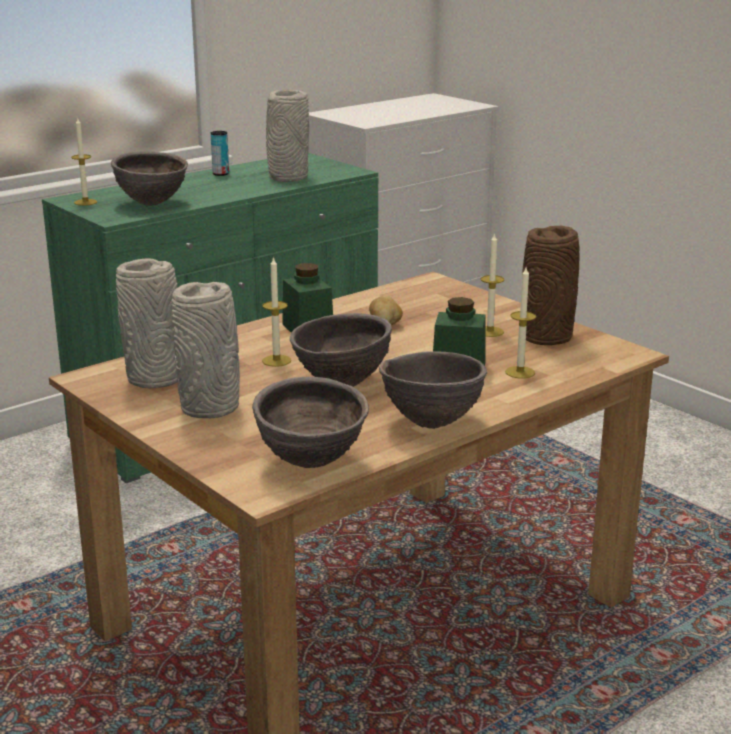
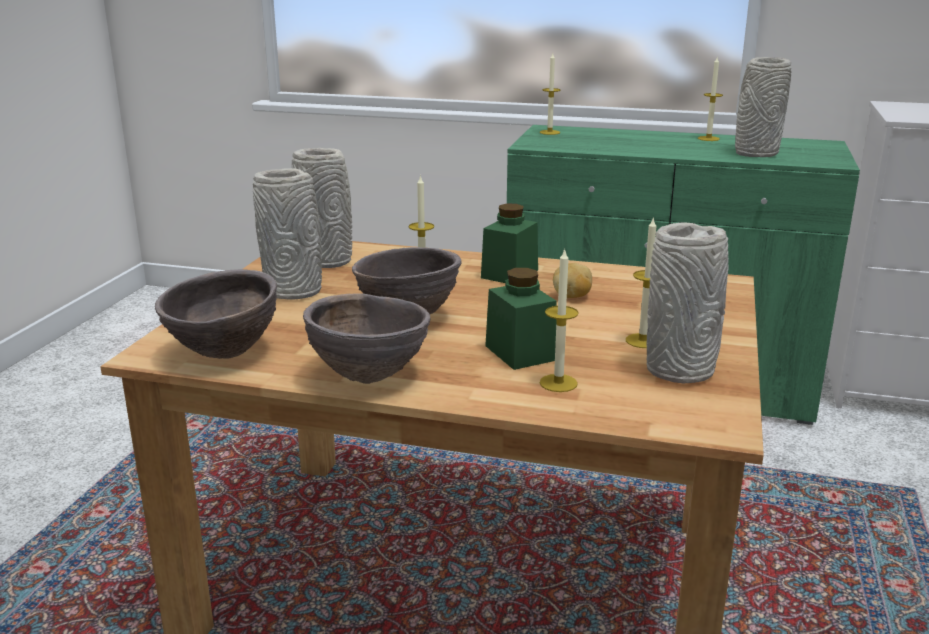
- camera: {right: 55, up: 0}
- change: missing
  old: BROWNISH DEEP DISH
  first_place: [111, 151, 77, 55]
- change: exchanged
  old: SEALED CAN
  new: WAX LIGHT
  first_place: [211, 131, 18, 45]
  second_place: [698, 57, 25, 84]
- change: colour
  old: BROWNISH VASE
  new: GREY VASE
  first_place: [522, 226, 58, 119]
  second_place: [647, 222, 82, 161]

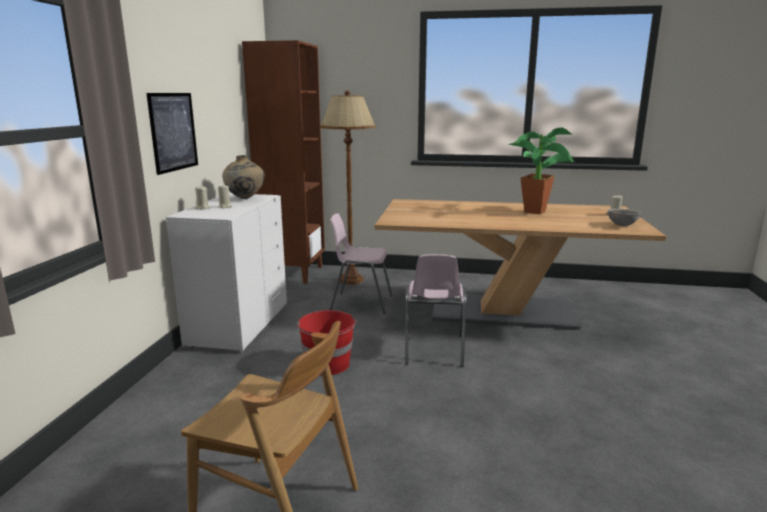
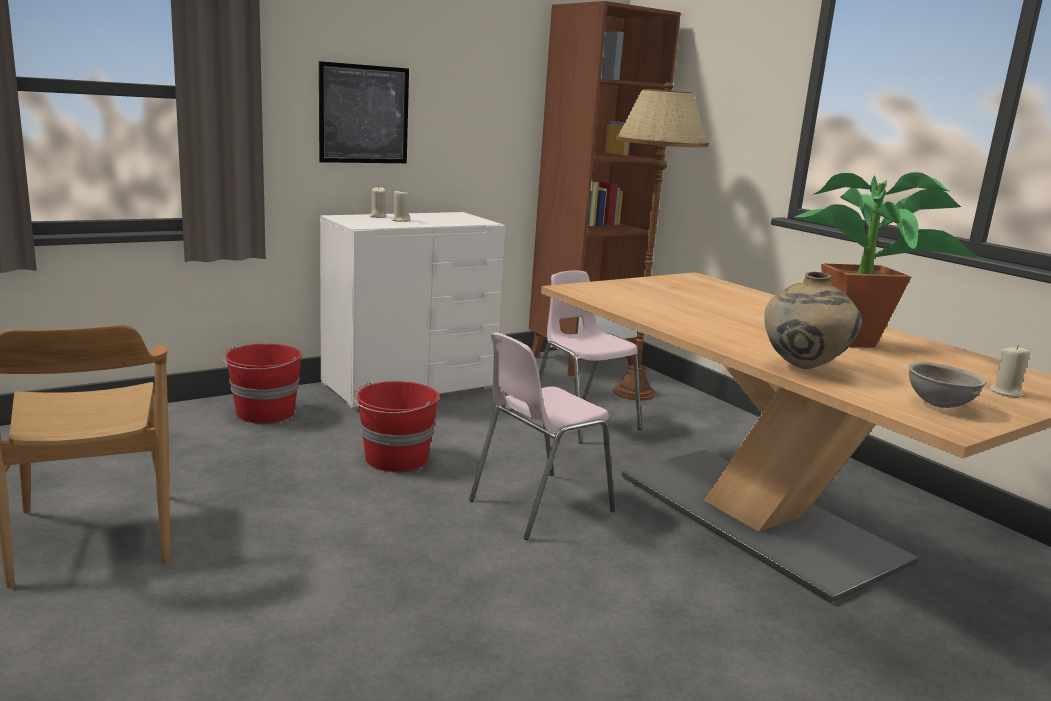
- camera: {right: 45, up: 0}
- change: appeared
  new: RED BUCKET
  second_place: [222, 344, 80, 80]
- change: relocated
  old: BEIGE VASE
  first_place: [222, 155, 43, 44]
  second_place: [764, 272, 98, 97]

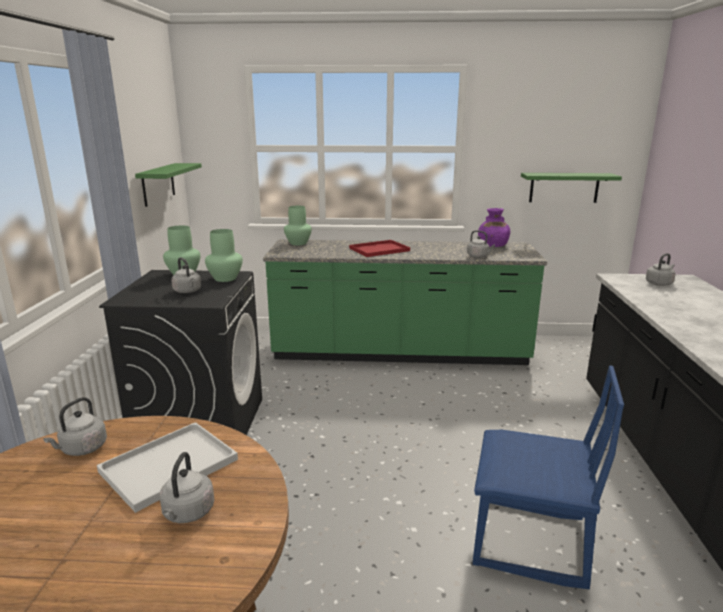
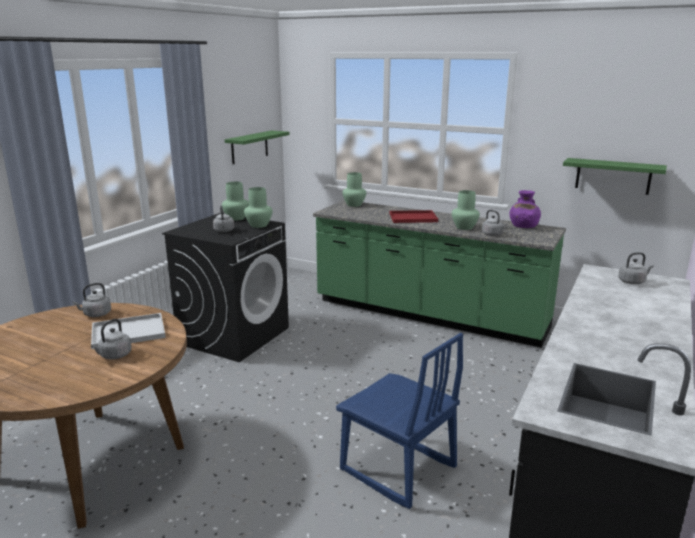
- camera: {right: 25, up: 0}
- change: appeared
  new: GREEN-COLOURED VASE
  second_place: [452, 190, 28, 40]

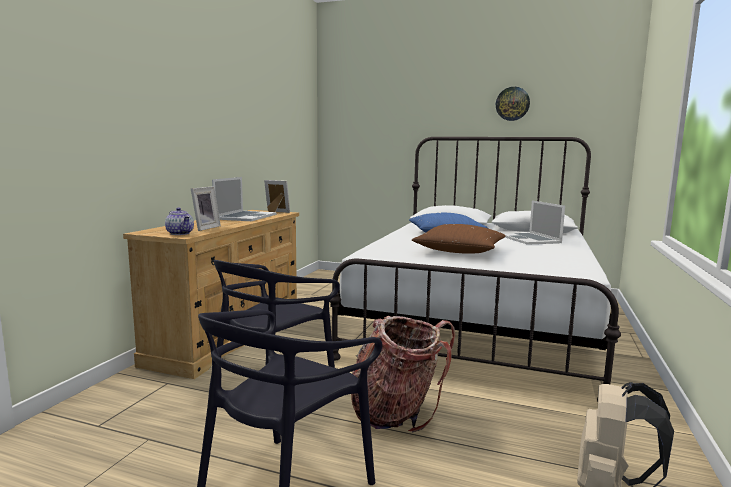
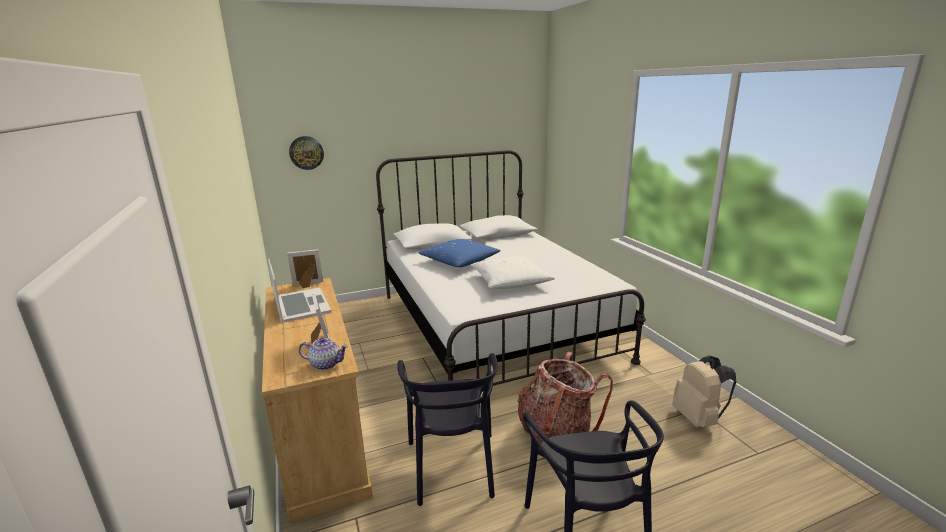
- camera: {right: -40, up: 10}
- change: missing
  old: LAPTOP
  first_place: [502, 200, 63, 45]
- change: relocated
  old: CLOCK ON THE WALL
  first_place: [496, 87, 34, 34]
  second_place: [289, 136, 35, 34]
- change: colour
  old: BROWNISH PILLOW
  new: WHITISH PILLOW
  first_place: [412, 224, 94, 30]
  second_place: [471, 256, 84, 33]

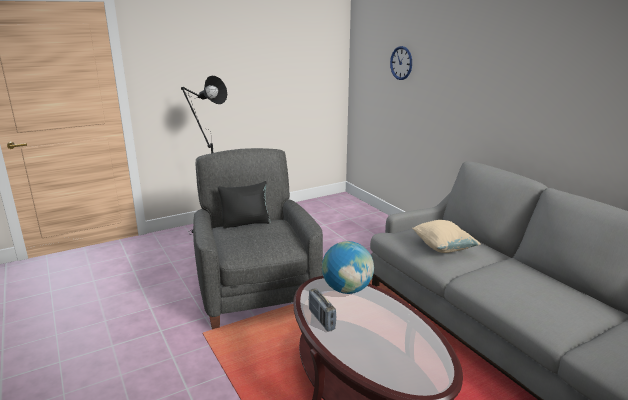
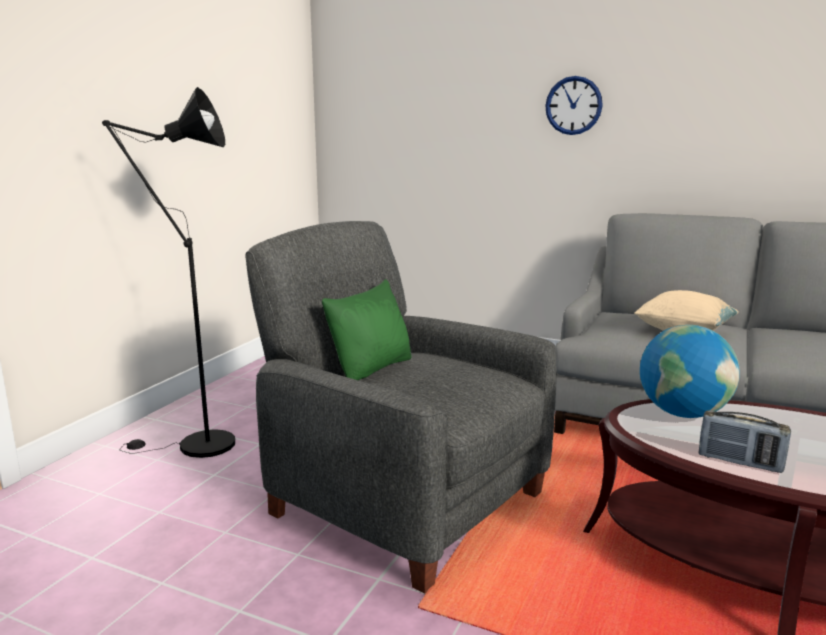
- camera: {right: -35, up: -5}
- change: relocated
  old: CLOCK ON THE WALL
  first_place: [390, 46, 22, 34]
  second_place: [545, 76, 58, 59]
- change: colour
  old: BLACK PILLOW
  new: GREEN-COLOURED PILLOW
  first_place: [218, 181, 53, 48]
  second_place: [322, 279, 90, 101]

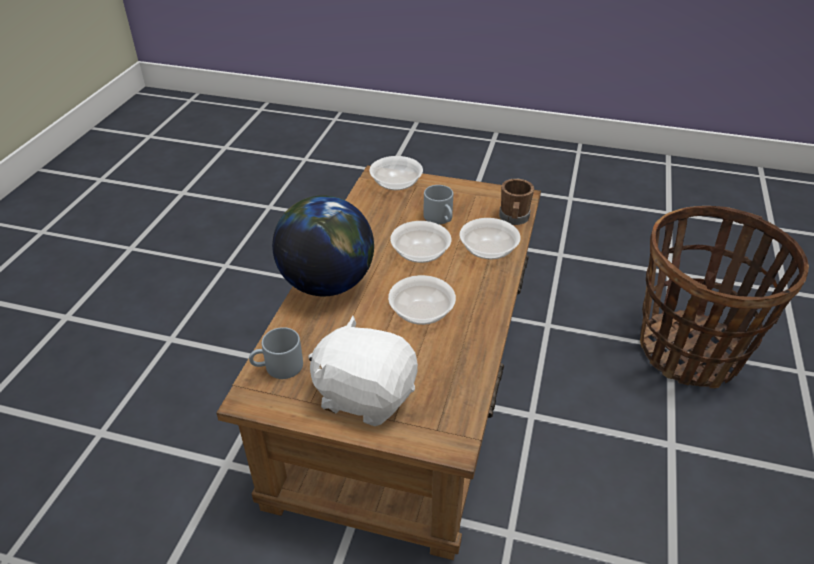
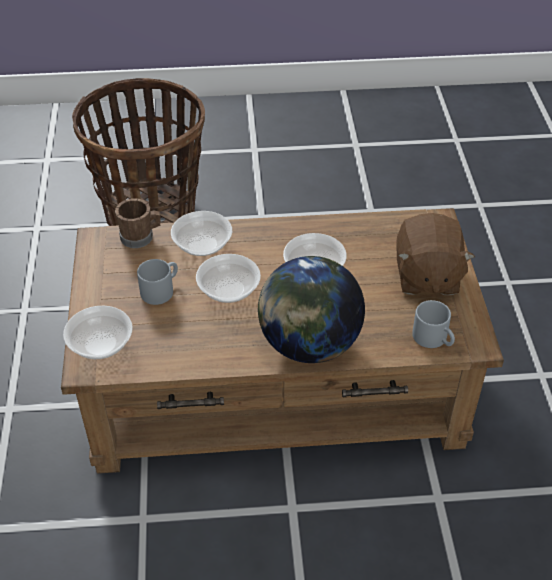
- camera: {right: -110, up: 5}
- change: colour
  old: WHITISH CUDDLY TOY
  new: BROWNISH CUDDLY TOY
  first_place: [308, 316, 110, 110]
  second_place: [396, 213, 79, 82]

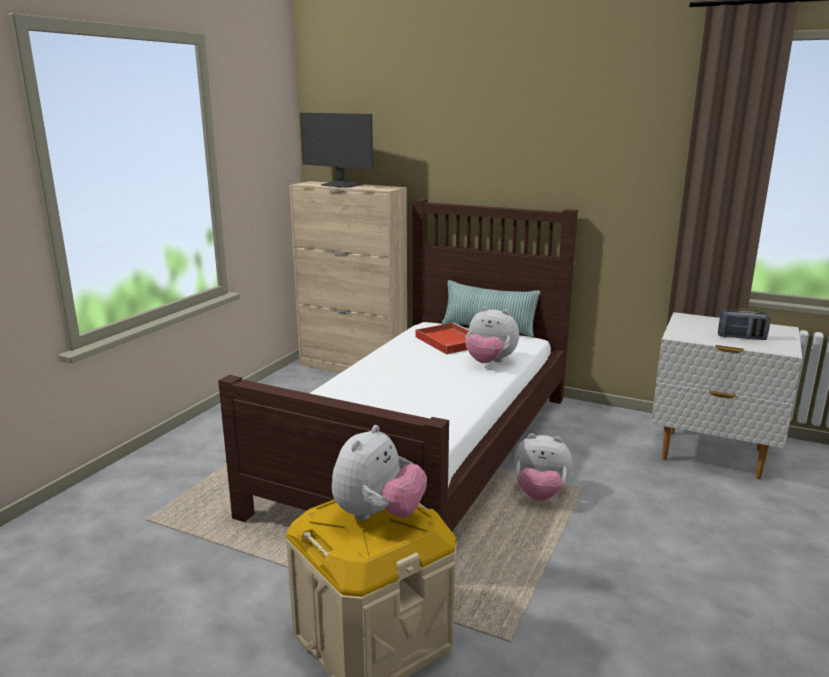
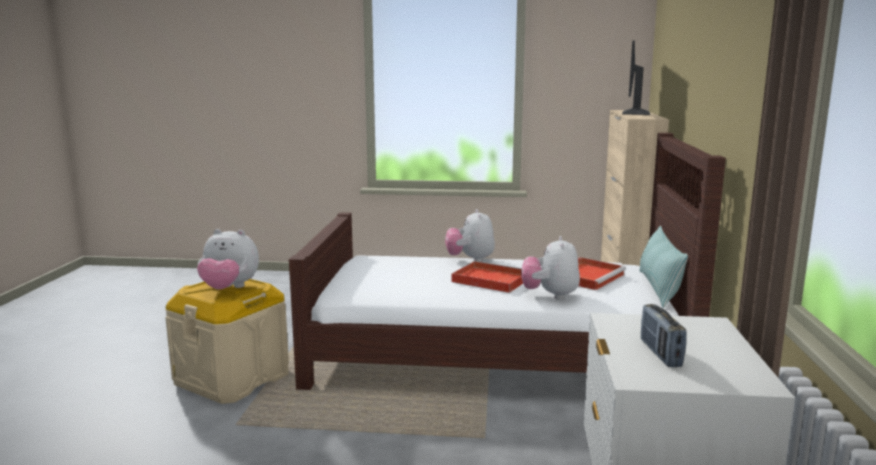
- camera: {right: 70, up: -5}
- change: appeared
  new: RED CARRYING TRAY
  second_place: [452, 261, 71, 32]
- change: relocated
  old: CUDDLY TOY
  first_place: [514, 434, 58, 66]
  second_place: [445, 209, 50, 53]

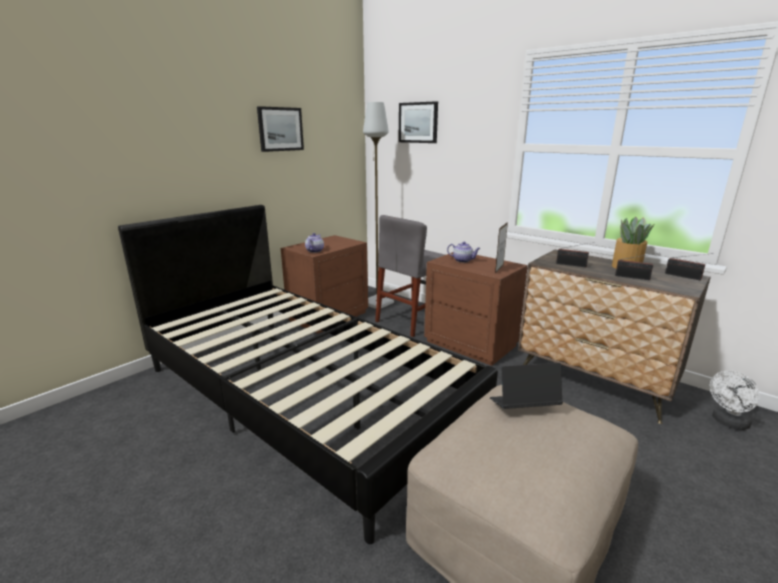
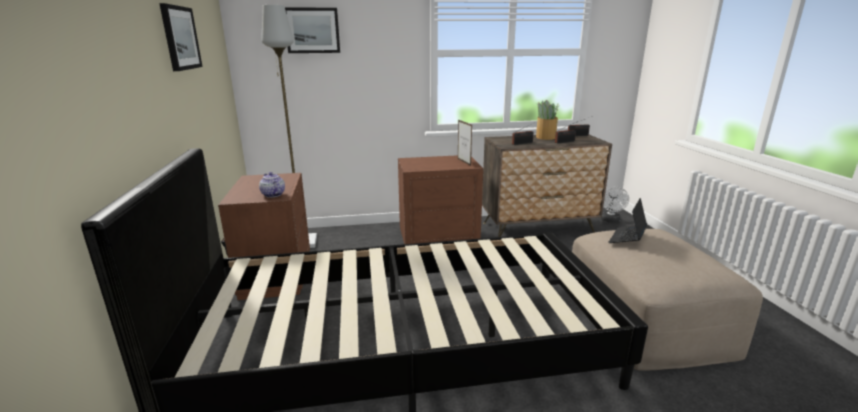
- camera: {right: -50, up: 0}
- change: missing
  old: GREY UPRIGHT CHAIR
  first_place: [375, 215, 70, 122]
- change: missing
  old: TEA POT
  first_place: [447, 241, 34, 22]

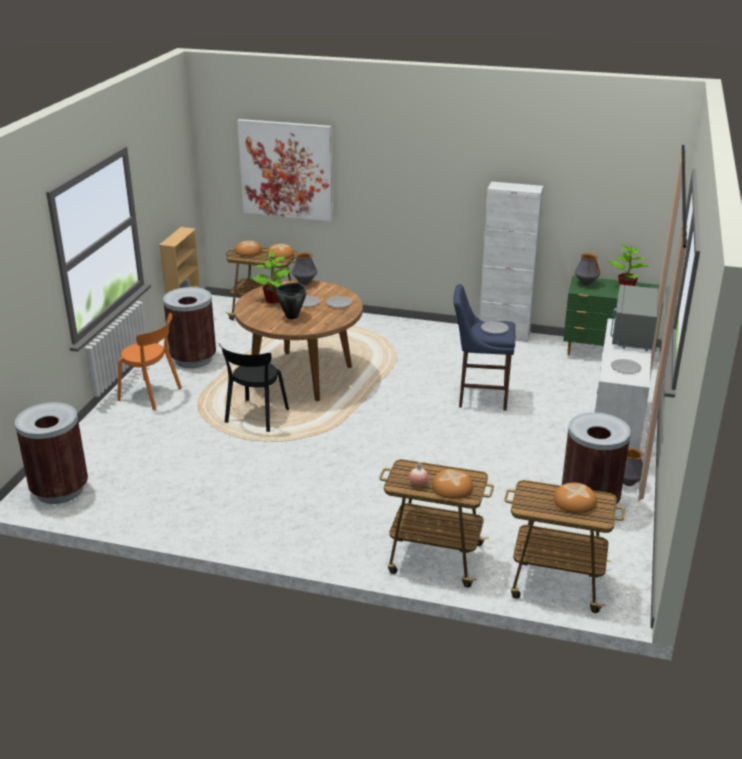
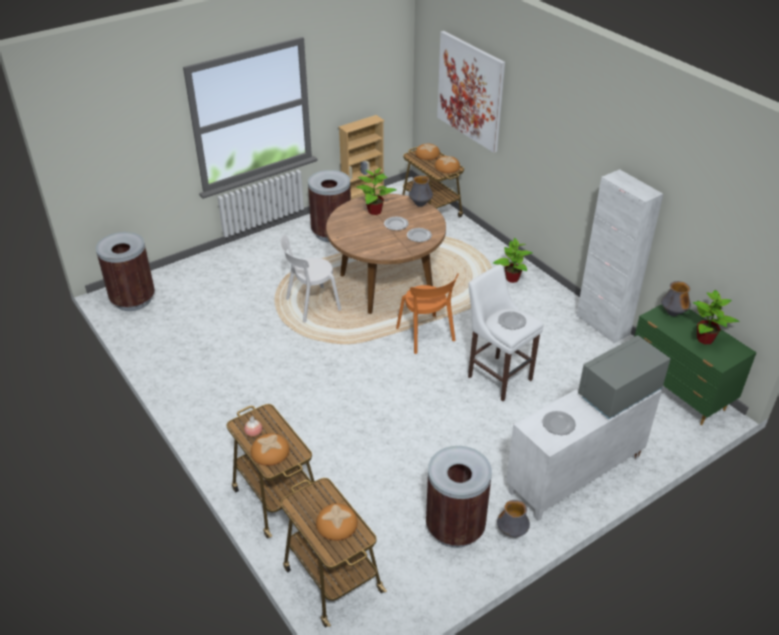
- camera: {right: 40, up: 10}
- change: missing
  old: BLACK SAUCEPOT
  first_place: [276, 283, 30, 36]
- change: appeared
  new: POTTED PLANT
  second_place: [493, 238, 39, 45]
- change: relocated
  old: ORANGE UPRIGHT CHAIR
  first_place: [117, 313, 65, 97]
  second_place: [396, 273, 63, 81]
- change: colour
  old: BLACK UPRIGHT CHAIR
  new: WHITISH UPRIGHT CHAIR
  first_place: [219, 343, 70, 89]
  second_place: [281, 234, 60, 89]
- change: colour
  old: BLUE-COLOURED STOOL
  new: WHITISH STOOL
  first_place: [453, 284, 62, 127]
  second_place: [468, 264, 75, 137]

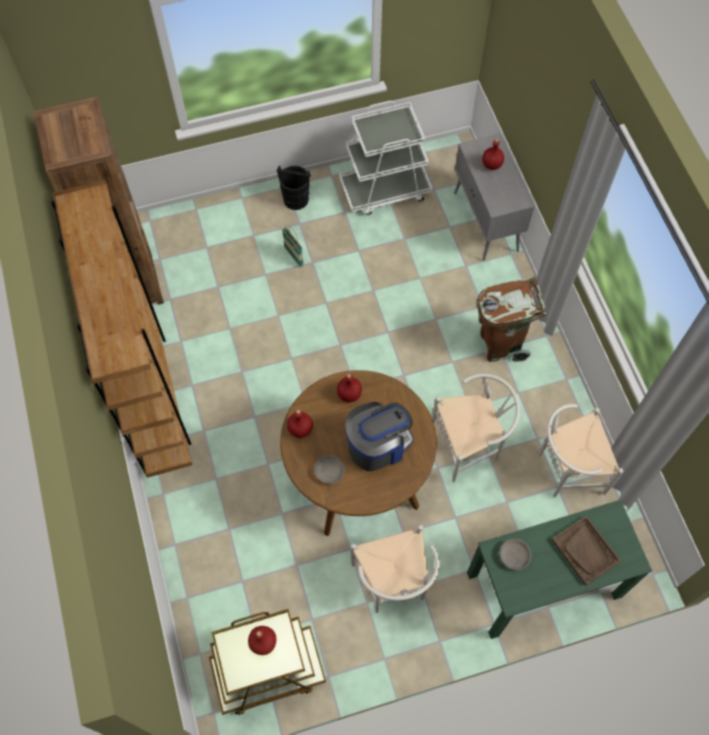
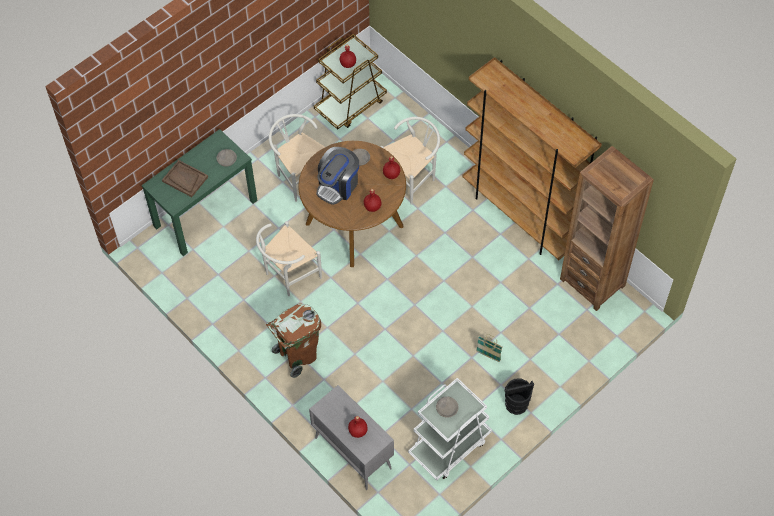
- camera: {right: 155, up: -5}
- change: appeared
  new: GREY DEEP DISH
  second_place: [436, 396, 23, 22]
- change: relocated
  old: WHITISH UPRIGHT CHAIR
  first_place: [539, 404, 84, 94]
  second_place: [380, 117, 60, 88]

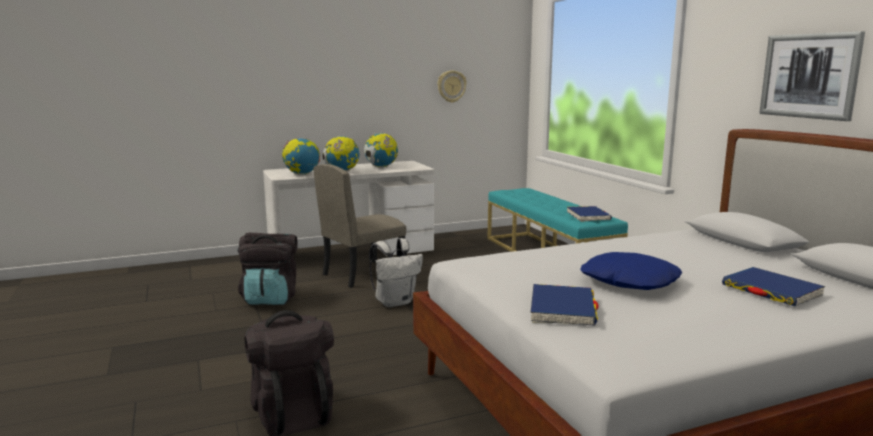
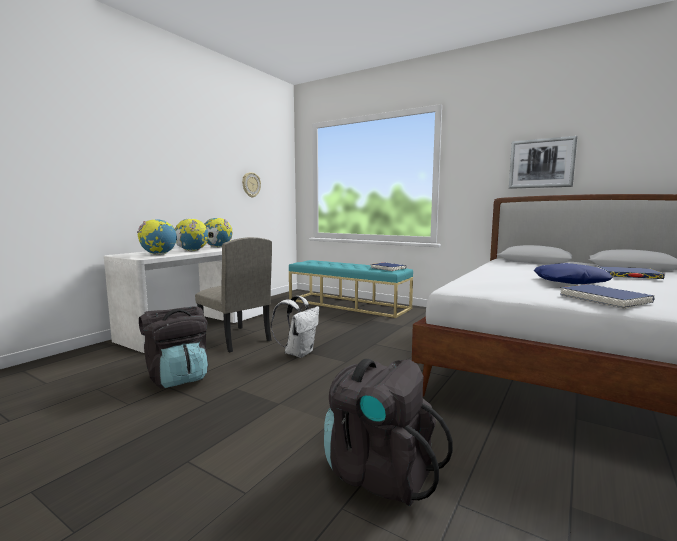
- camera: {right: -35, up: -5}
- change: spun
  old: BEIGE UPRIGHT CHAIR
  first_place: [313, 164, 93, 124]
  second_place: [195, 237, 77, 115]
  degrees: -60

